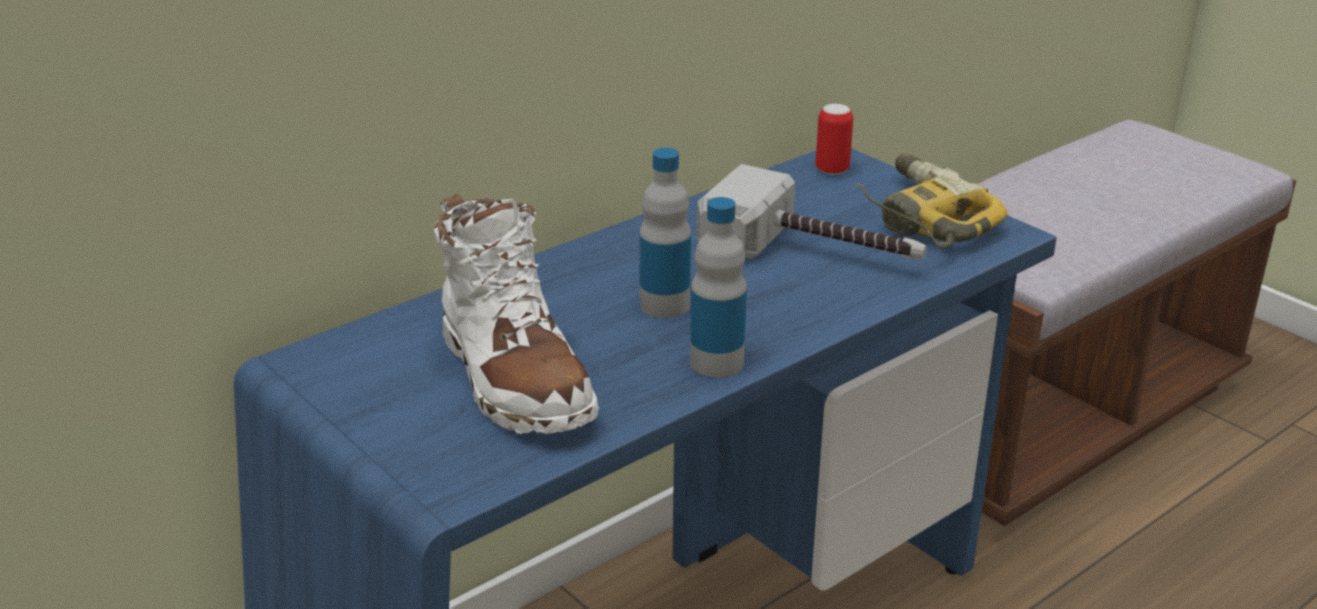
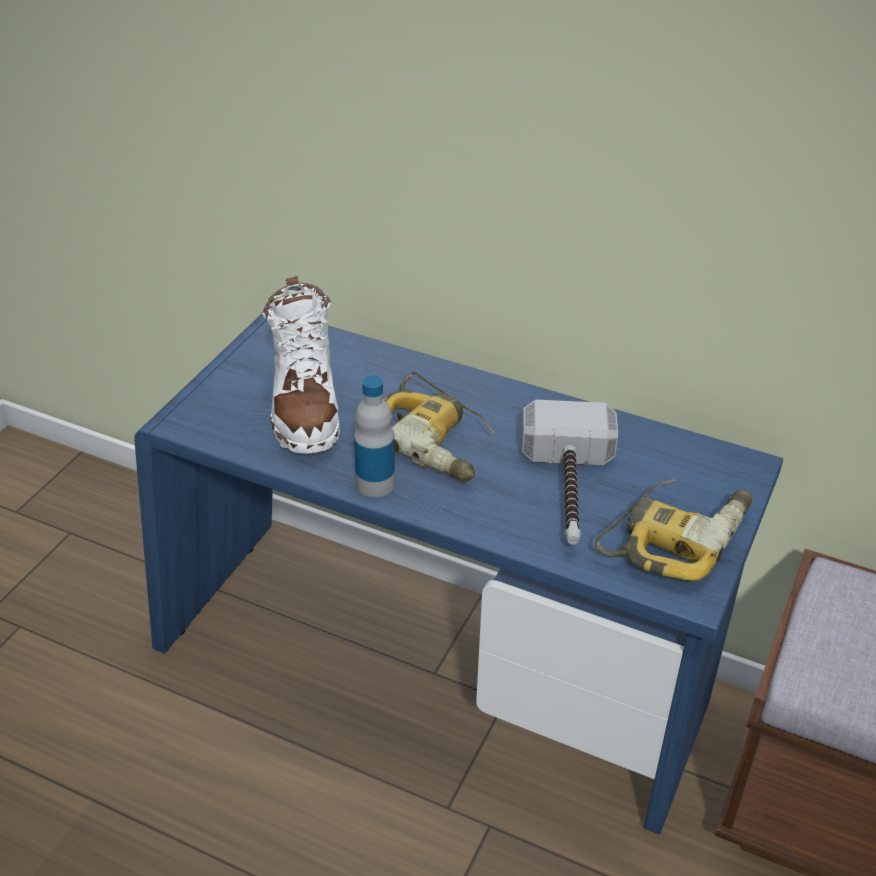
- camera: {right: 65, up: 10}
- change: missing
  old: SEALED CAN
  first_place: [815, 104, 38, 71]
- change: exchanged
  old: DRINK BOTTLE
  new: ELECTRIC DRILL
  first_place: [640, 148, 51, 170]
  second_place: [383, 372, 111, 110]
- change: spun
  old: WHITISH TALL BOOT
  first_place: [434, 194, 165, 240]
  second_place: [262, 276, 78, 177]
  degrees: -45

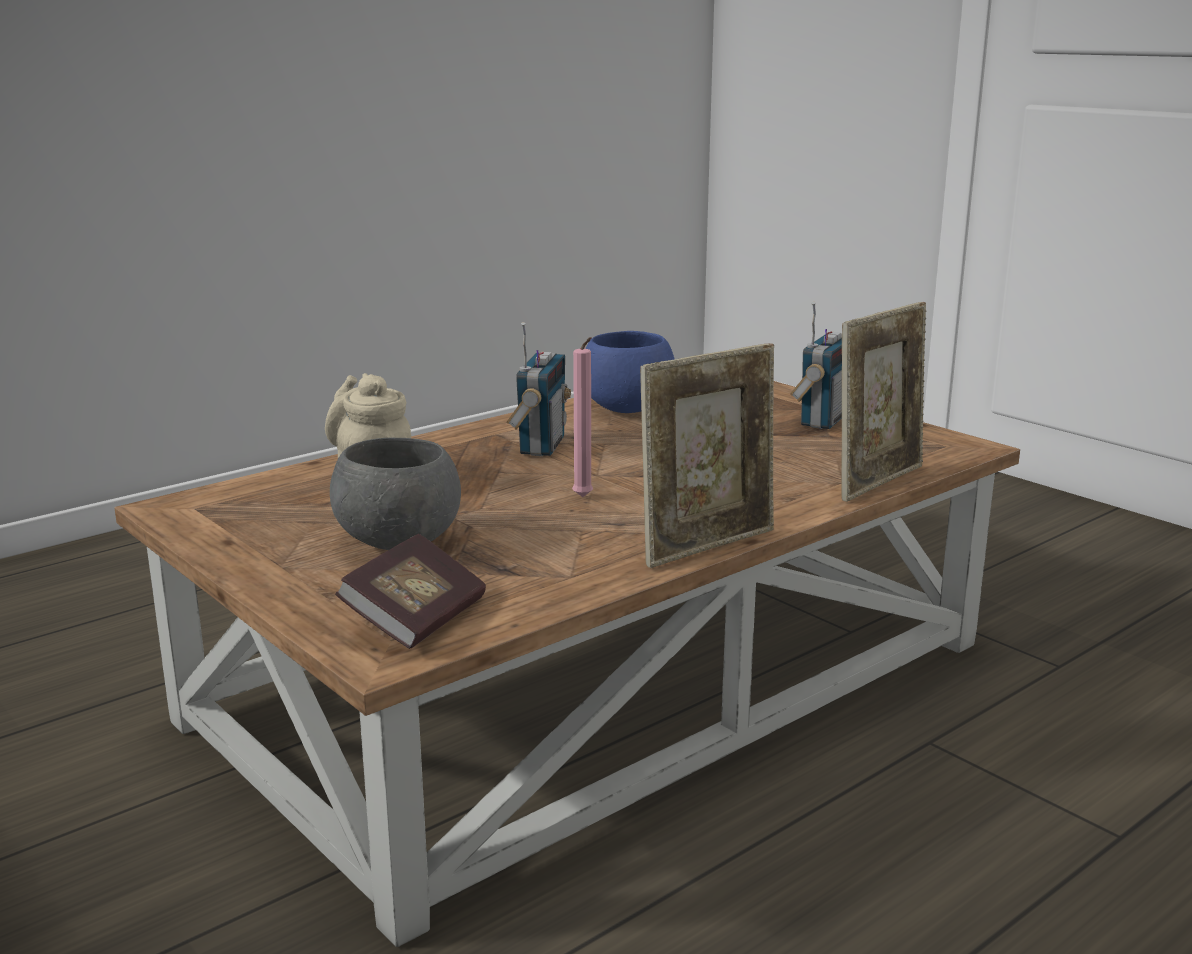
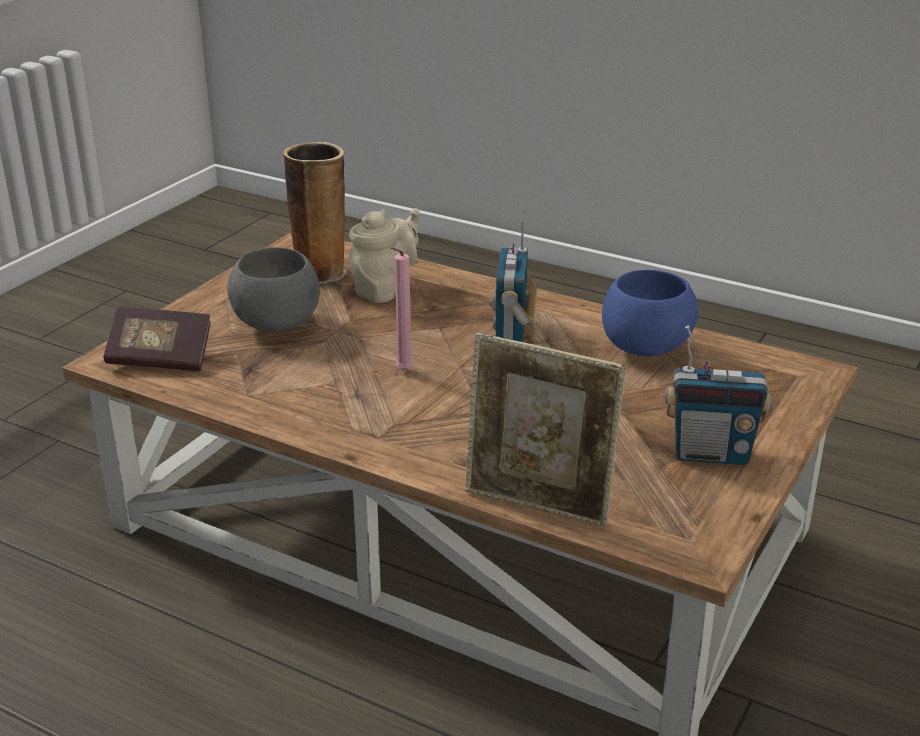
- camera: {right: 70, up: 10}
- change: missing
  old: PICTURE FRAME
  first_place: [640, 343, 134, 225]
- change: appeared
  new: VASE
  second_place: [283, 142, 64, 142]
- change: spun
  old: RADIO RECEIVER
  first_place: [506, 322, 65, 134]
  second_place: [489, 211, 48, 131]
  degrees: 105

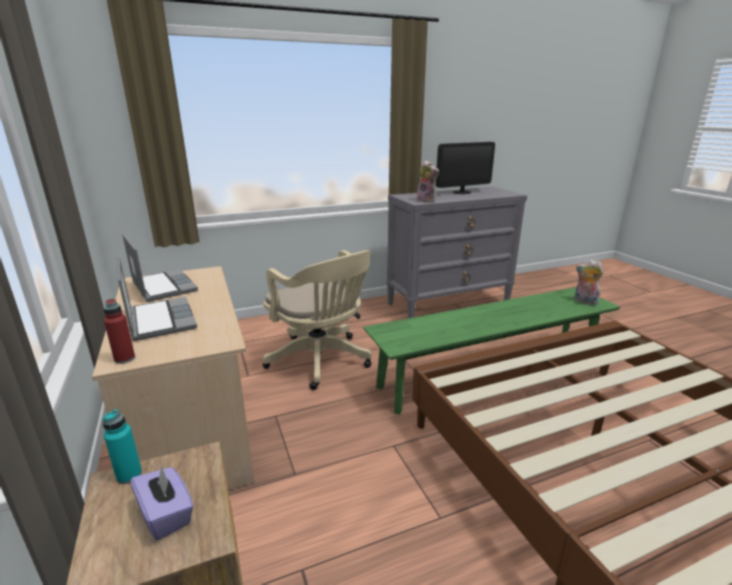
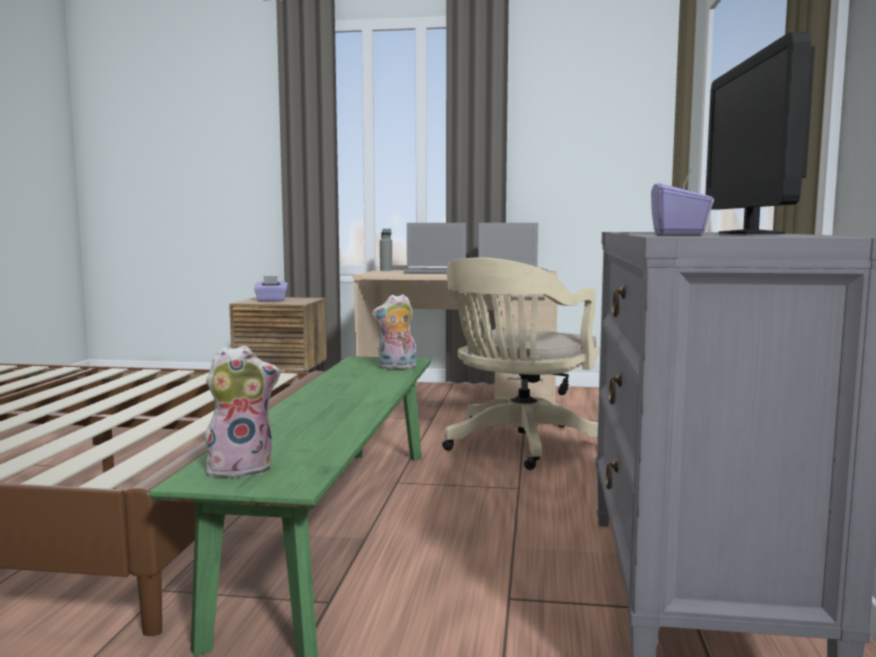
- camera: {right: 120, up: -15}
- change: missing
  old: TURQUOISE-COLOURED DRINK BOTTLE
  first_place: [102, 409, 40, 75]
- change: appeared
  new: PURPLISH BOX OF TISSUES
  second_place: [651, 168, 63, 66]
- change: relocated
  old: CUDDLY TOY
  first_place: [417, 160, 22, 43]
  second_place: [372, 294, 44, 76]
- change: colour
  old: RED DRINK BOTTLE
  new: GREY DRINK BOTTLE
  first_place: [103, 299, 32, 65]
  second_place: [380, 229, 12, 42]
- change: spun
  old: BEIGE COMPUTER CHAIR
  first_place: [263, 250, 109, 140]
  second_place: [442, 257, 158, 213]
  degrees: -45

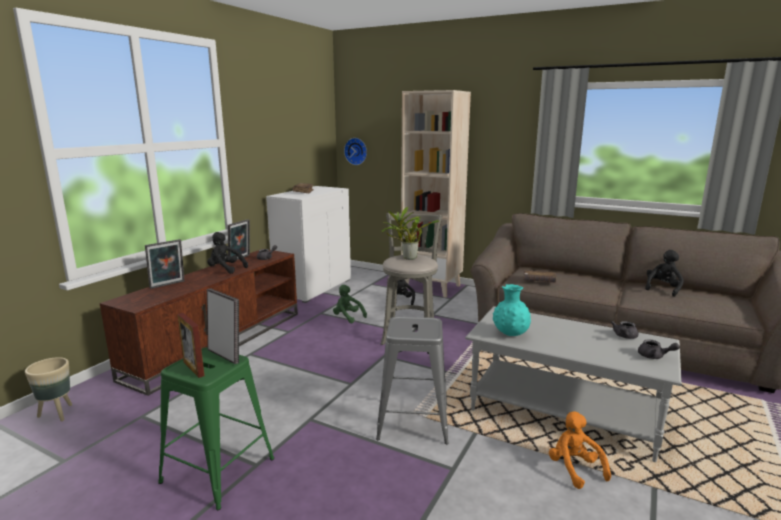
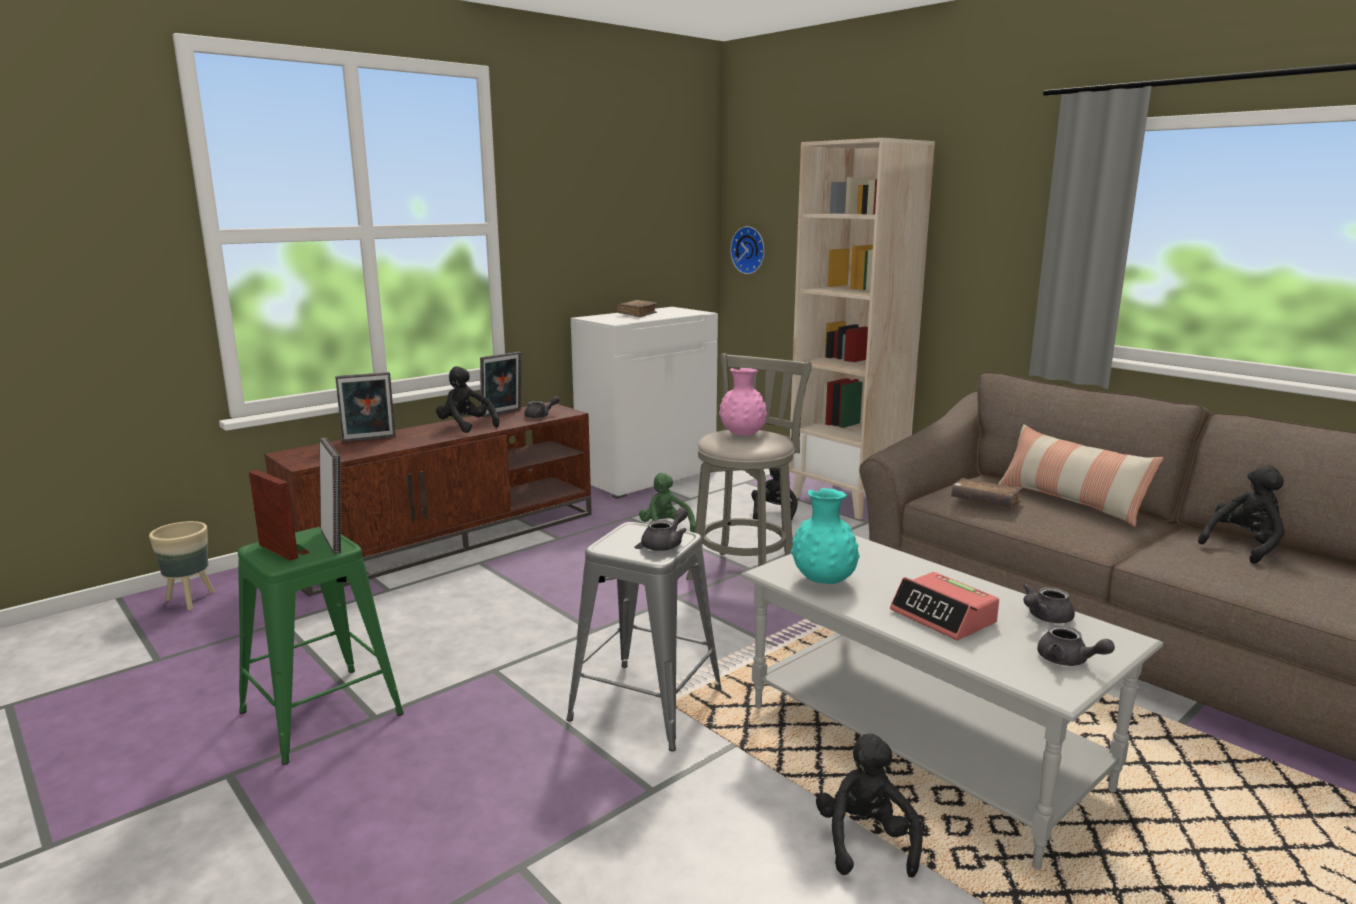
- camera: {right: 20, up: 0}
- change: appeared
  new: GREY TEA POT
  second_place: [641, 508, 47, 43]
- change: appeared
  new: ALARM CLOCK
  second_place: [890, 572, 109, 68]
- change: appeared
  new: PILLOW
  second_place: [998, 424, 166, 103]
- change: exchanged
  old: POTTED PLANT
  new: PINK-COLOURED VASE
  first_place: [381, 207, 59, 53]
  second_place: [719, 368, 48, 68]
- change: colour
  old: ORANGE CUDDLY TOY
  new: BLACK CUDDLY TOY
  first_place: [549, 411, 62, 78]
  second_place: [816, 734, 106, 144]
- change: spun
  old: PICTURE FRAME
  first_place: [177, 313, 28, 65]
  second_place: [249, 470, 49, 91]
  degrees: 150

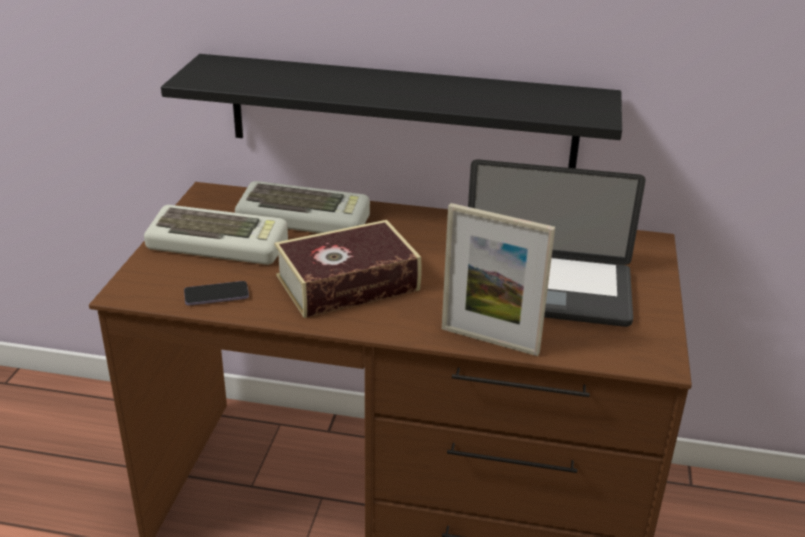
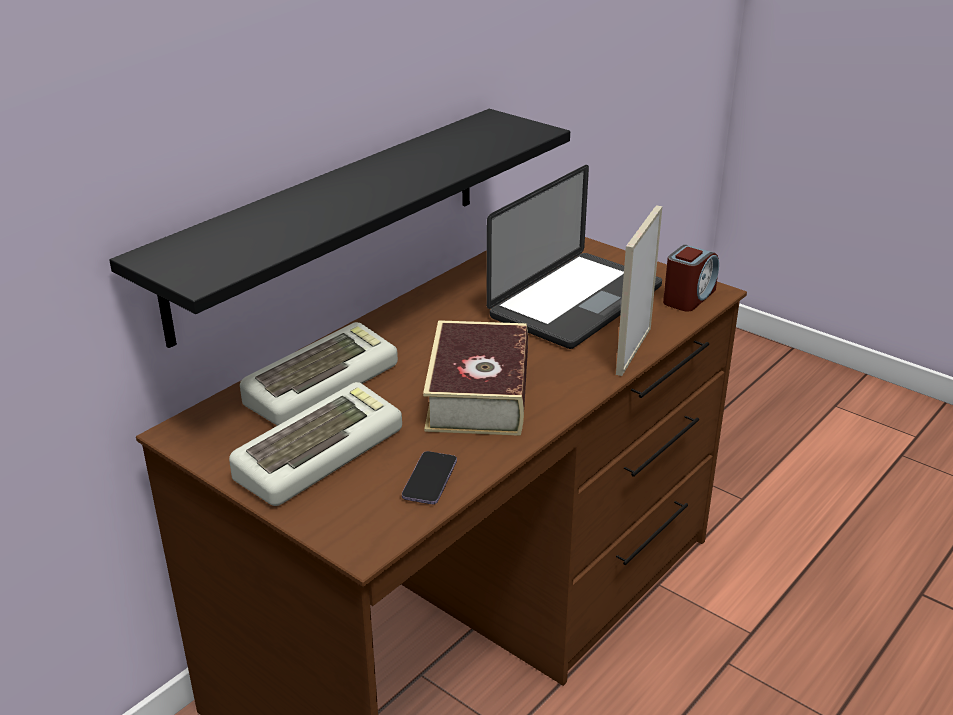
- camera: {right: -60, up: 0}
- change: appeared
  new: ALARM CLOCK
  second_place: [663, 245, 56, 67]
- change: spun
  old: PICTURE FRAME
  first_place: [442, 203, 113, 153]
  second_place: [616, 205, 47, 171]
  degrees: 150

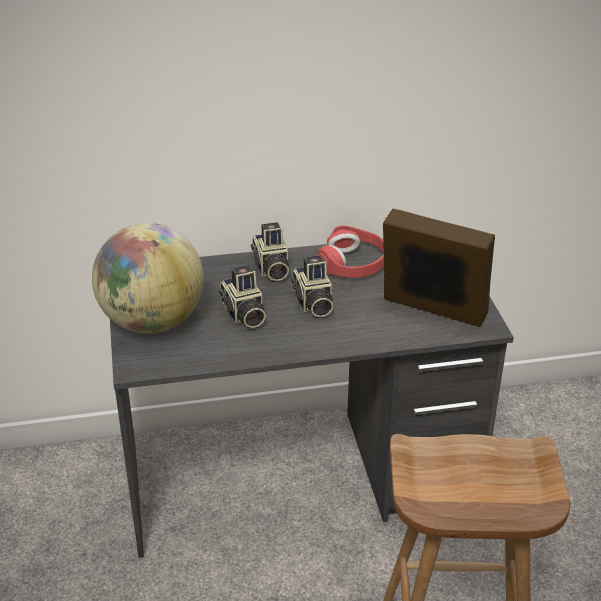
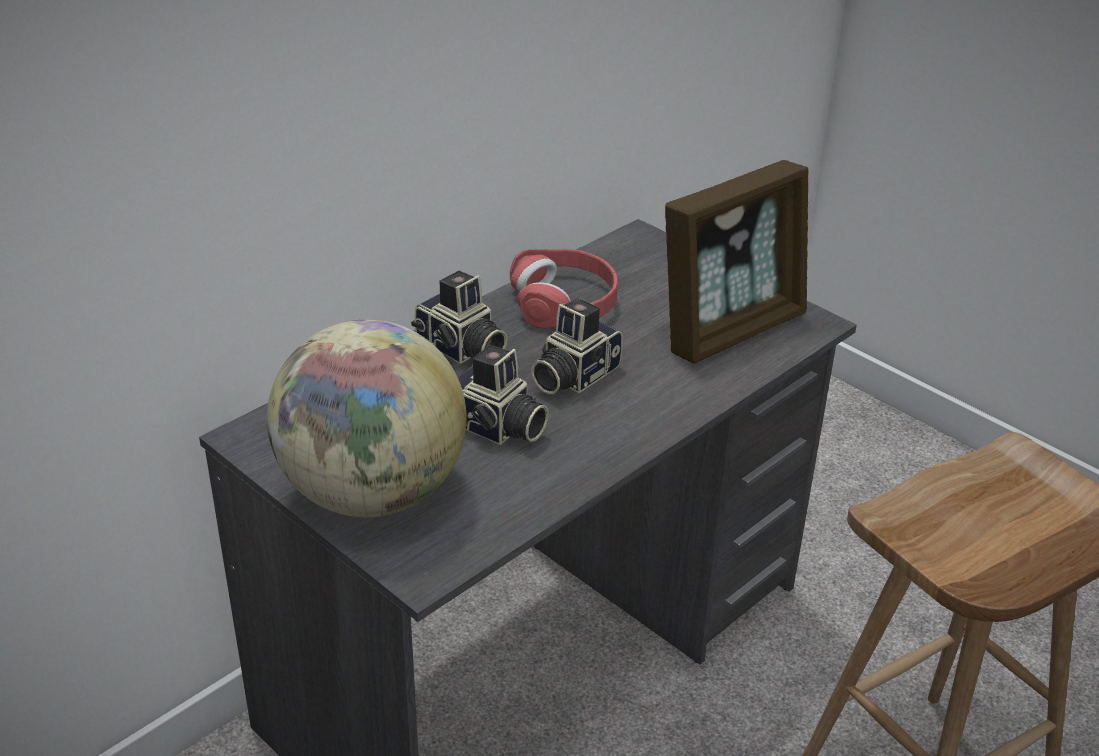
- camera: {right: -35, up: 0}
- change: spun
  old: PHOTO CAMERA
  first_place: [291, 255, 42, 63]
  second_place: [531, 298, 92, 96]
  degrees: 90
- change: spun
  old: PICTURE FRAME
  first_place: [383, 208, 112, 119]
  second_place: [665, 160, 143, 203]
  degrees: 150

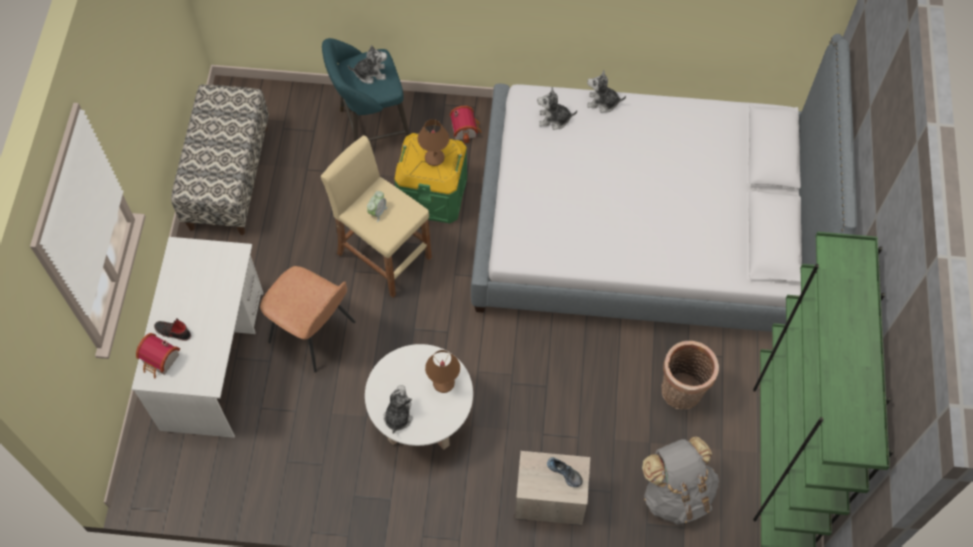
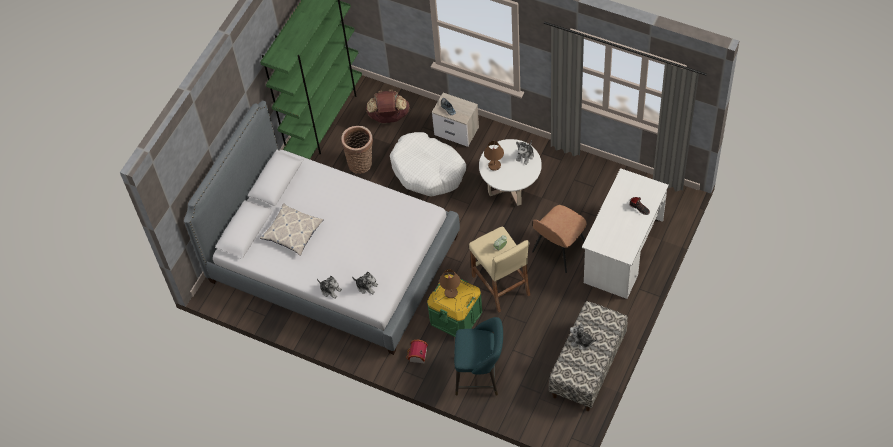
- camera: {right: -155, up: -5}
- change: missing
  old: MINIATURE HOUSE
  first_place: [136, 333, 44, 46]
- change: appeared
  new: PILLOW
  second_place: [260, 203, 64, 53]
- change: appeared
  new: WHITISH DOG BED
  second_place: [390, 132, 76, 64]
- change: relocated
  old: CUDDLY TOY
  first_place: [348, 45, 39, 39]
  second_place: [570, 322, 27, 28]
- change: colour
  old: GREY KNAPSACK
  new: BROWNISH KNAPSACK
  first_place: [642, 436, 77, 89]
  second_place: [366, 90, 44, 33]
- change: spun
  old: BROWNISH UPRIGHT CHAIR
  first_place: [260, 266, 96, 107]
  second_place: [532, 205, 55, 68]
  degrees: -105

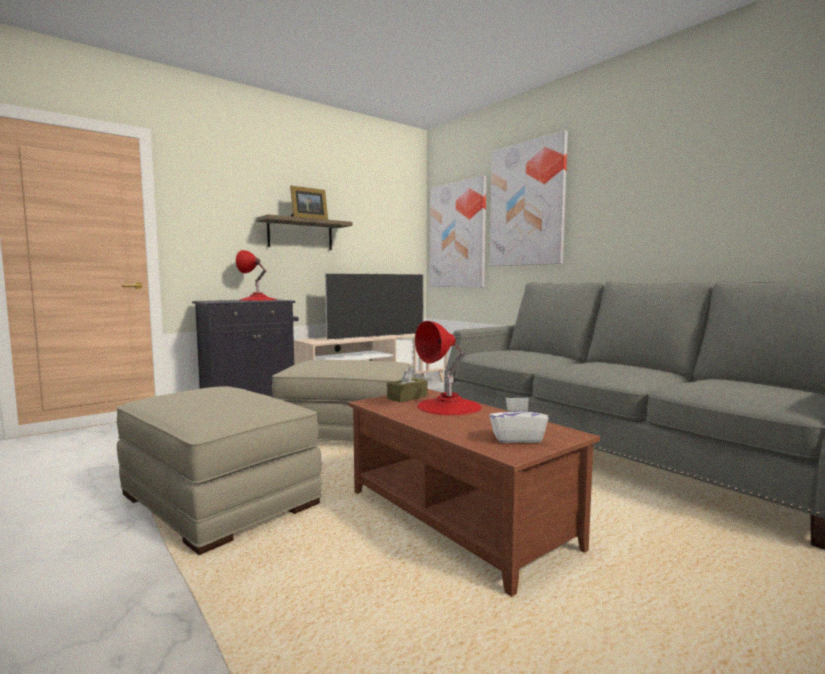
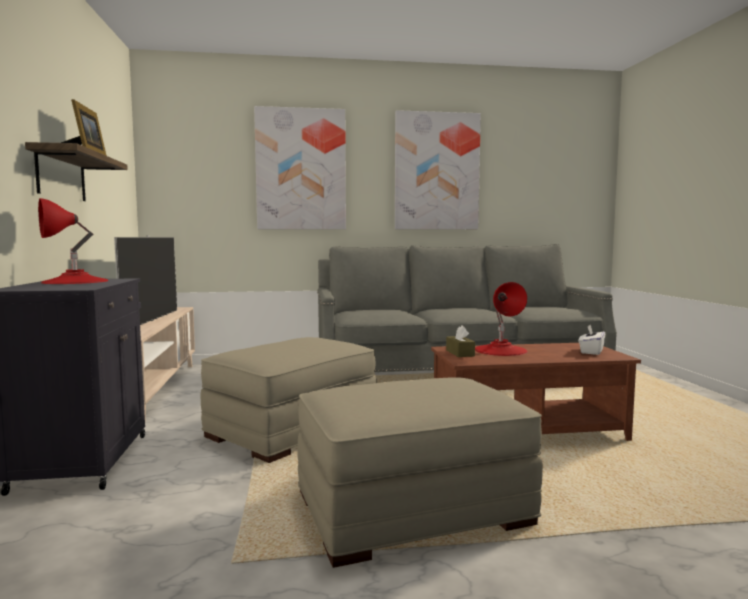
- camera: {right: -60, up: 0}
- change: relocated
  old: WALL ART
  first_place: [430, 176, 56, 111]
  second_place: [395, 110, 86, 119]

